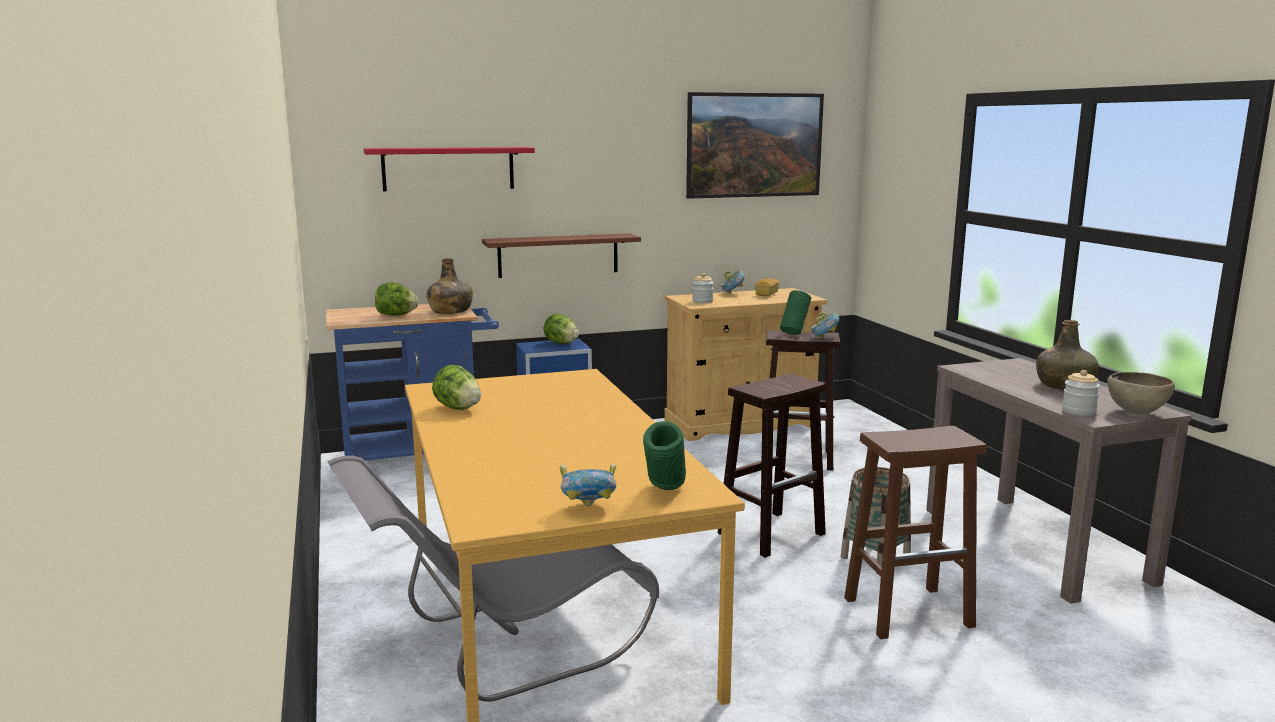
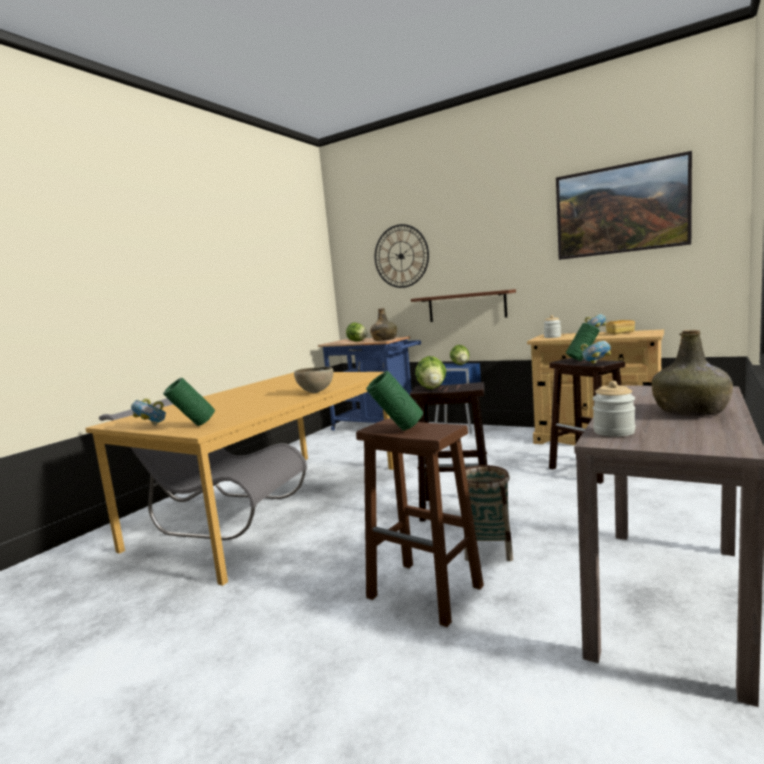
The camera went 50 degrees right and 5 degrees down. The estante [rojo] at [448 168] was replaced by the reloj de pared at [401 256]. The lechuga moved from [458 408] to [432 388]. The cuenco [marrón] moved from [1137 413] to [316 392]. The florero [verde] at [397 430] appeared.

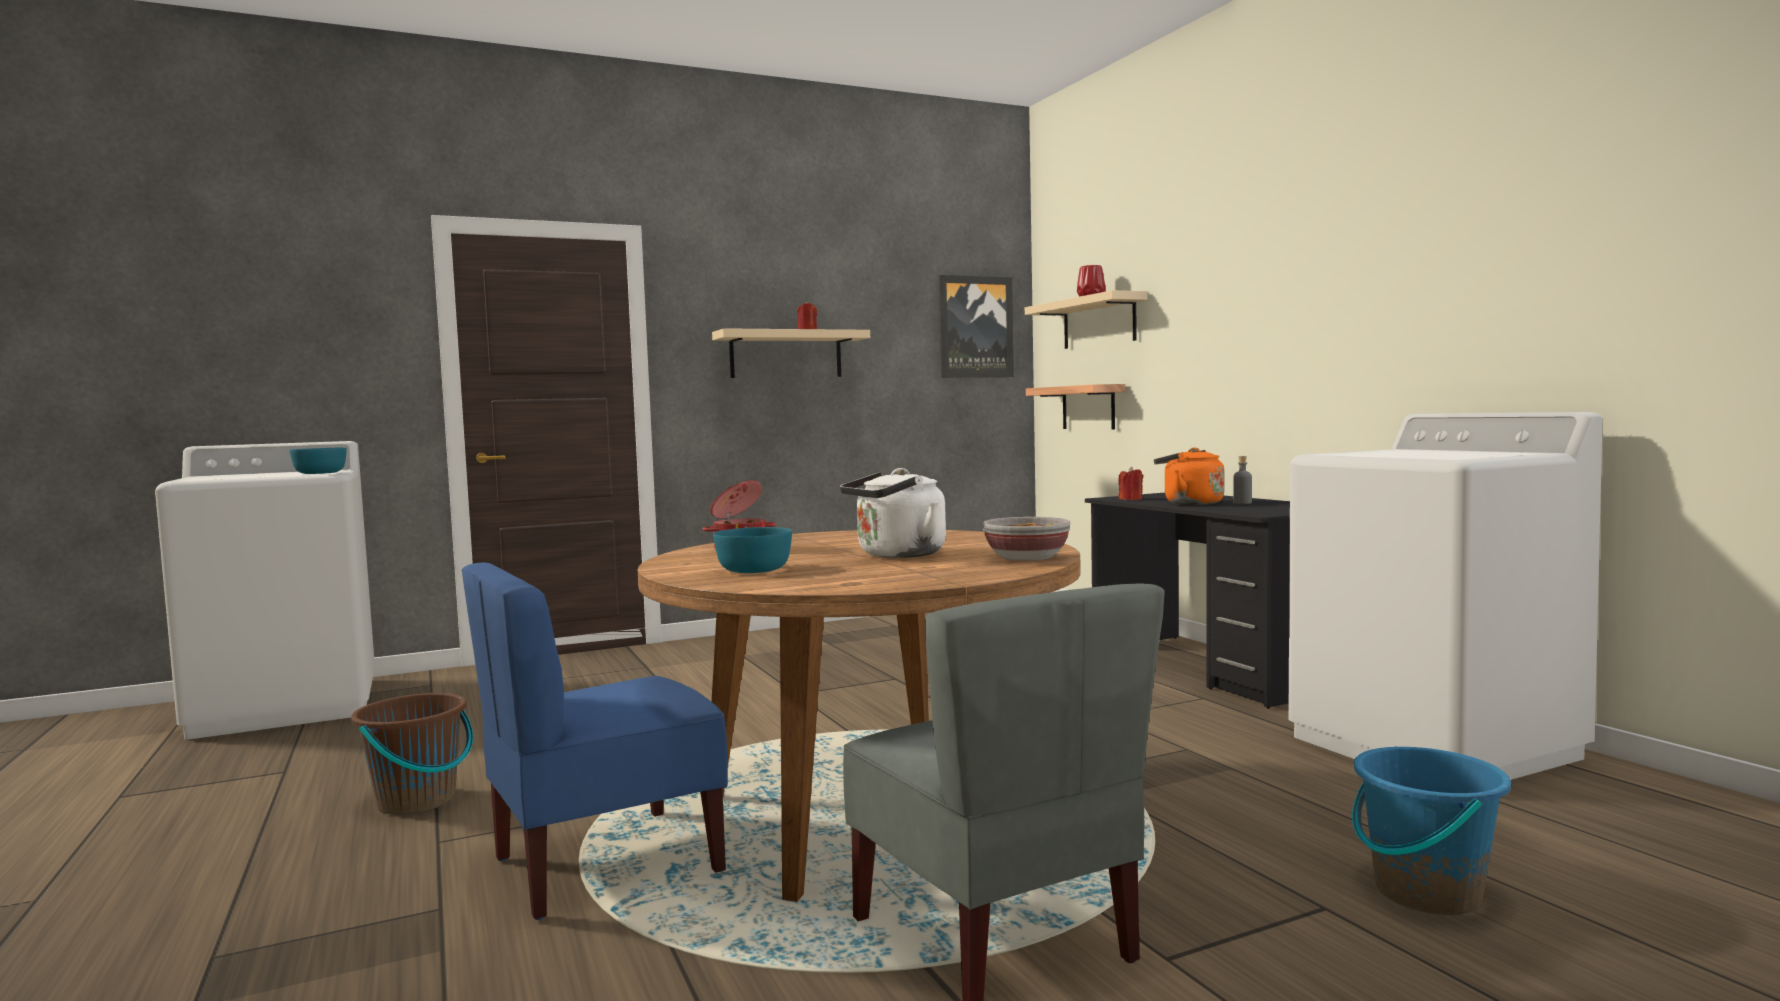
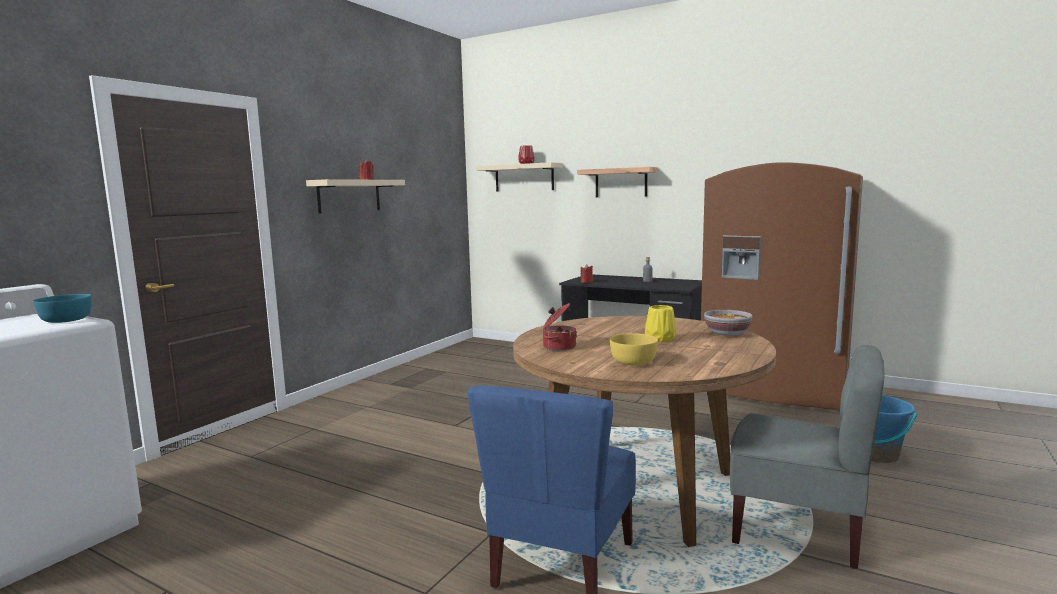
The camera went 35 degrees left and 5 degrees up. The cubo [marrón] at [417 801] disappeared. The cuenco [turquesa] at [755 570] became the cuenco [amarillo] at [634 361]. The hervidor [blanco] at [897 555] was replaced by the florero [amarillo] at [659 339]. The cuadro at [975 327] disappeared. The estante moved from [1088 407] to [621 182]. The hervidor [naranja] at [1189 503] disappeared. The lavadora [blanco] at [1434 747] was replaced by the nevera [marrón] at [773 389].

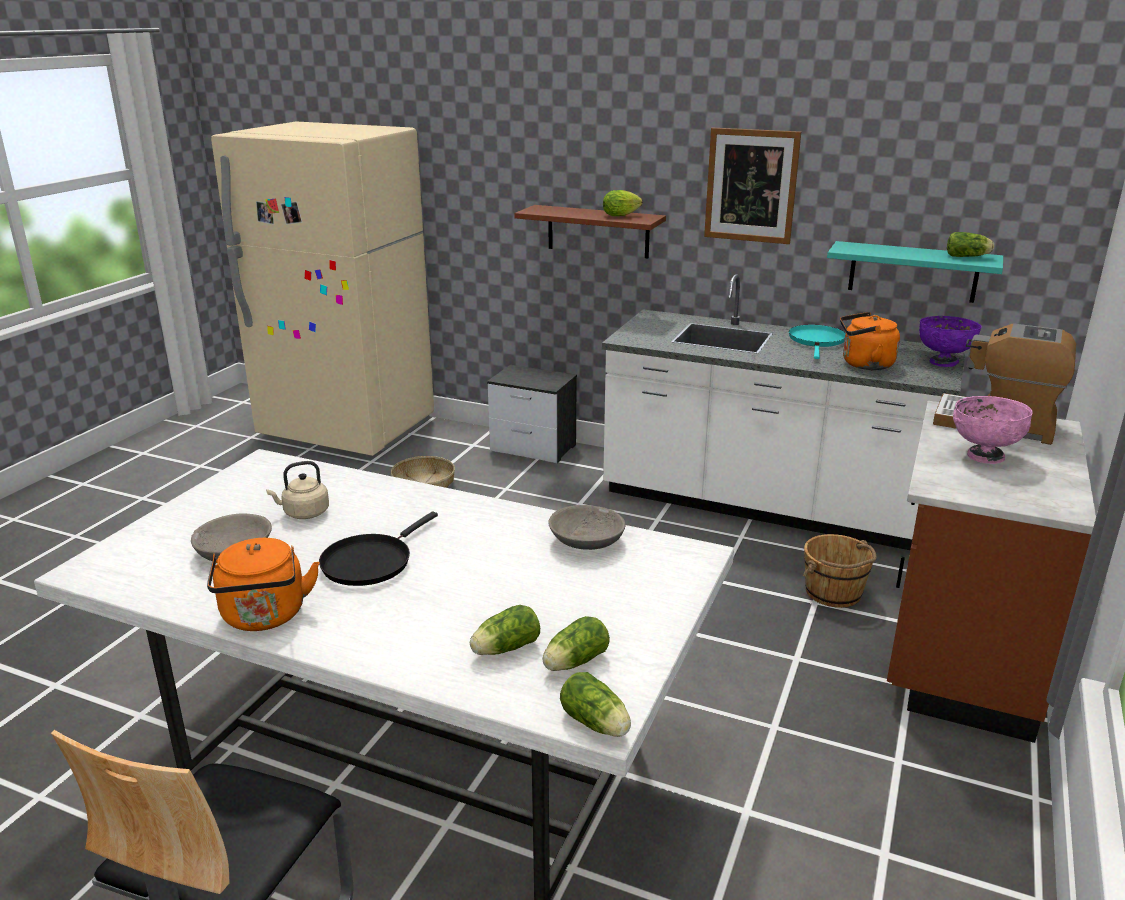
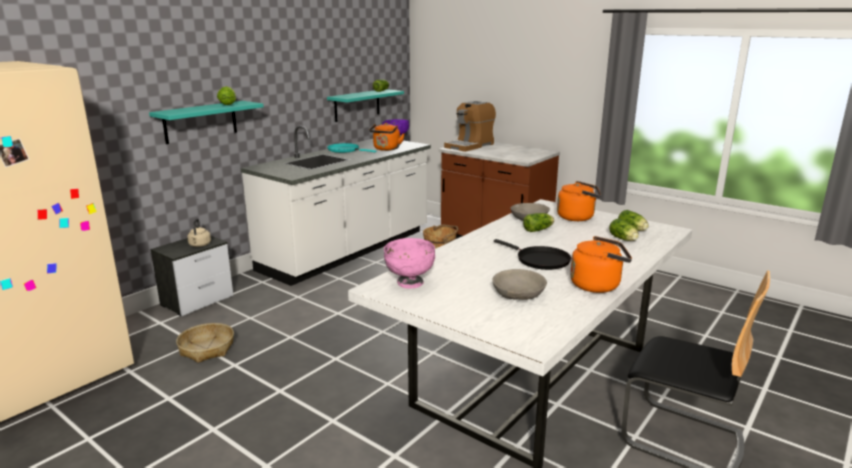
The camera went 75 degrees left and 5 degrees down. The hervidor [beis] moved from [304 513] to [199 245]. The estante [marrón] at [598 231] became the estante [turquesa] at [200 122]. The lechuga moved from [597 724] to [539 230]. The cuadro at [751 185] disappeared. The cuenco [rosa] moved from [984 456] to [409 283]. The hervidor [naranja] at [577 217] appeared.

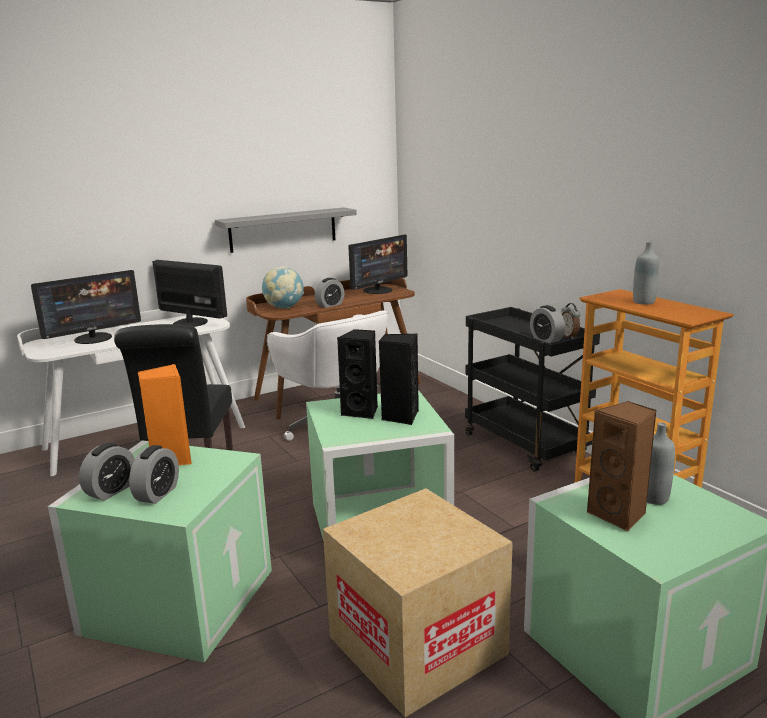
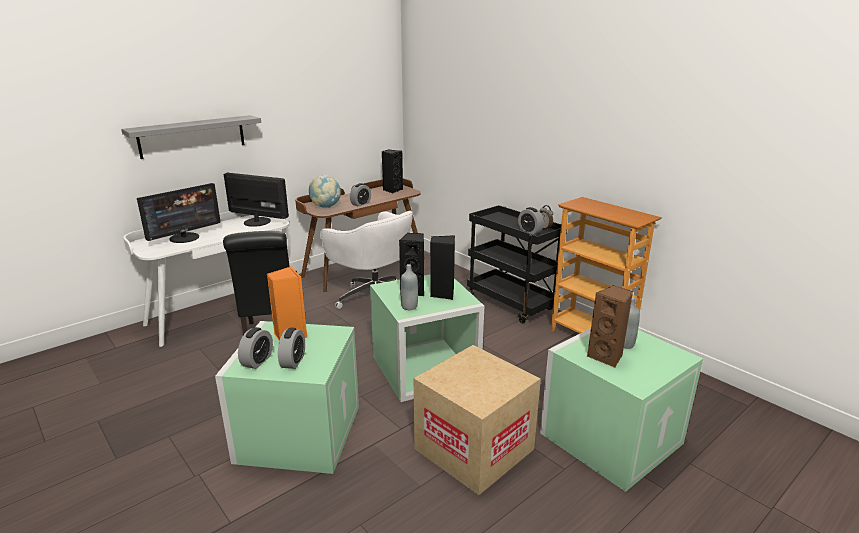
The camera went 10 degrees left and 5 degrees up. The estante [gris] moved from [283 229] to [192 136]. The monitor at [378 290] was replaced by the altavoz [negro] at [392 190]. The botella [gris] moved from [643 302] to [409 307].

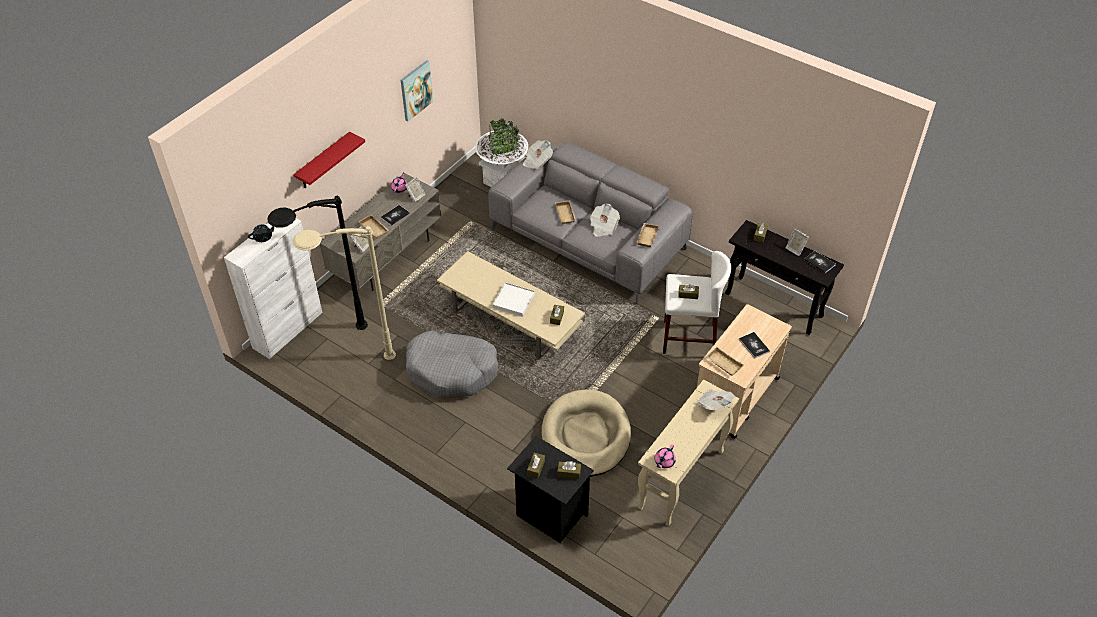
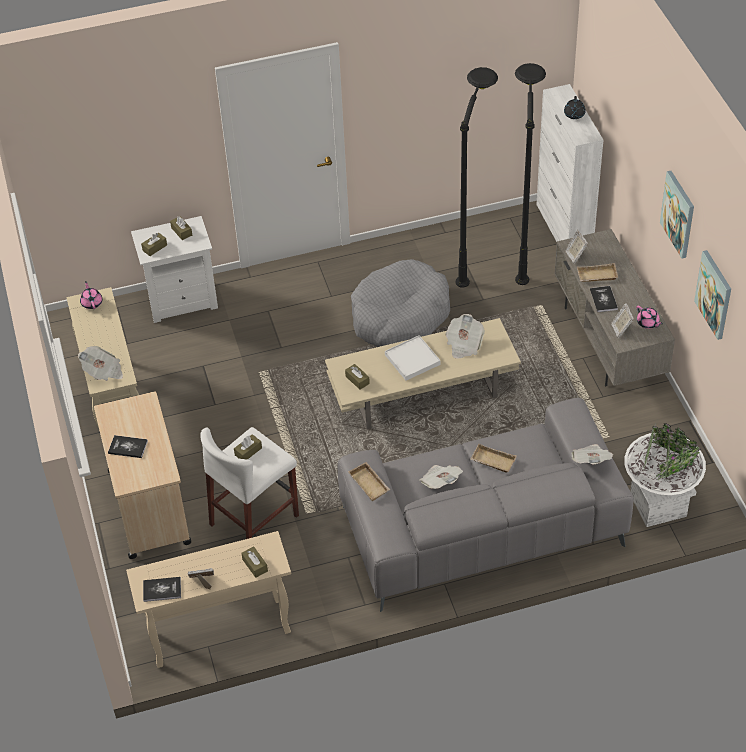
The camera went 130 degrees right and 0 degrees up. The lámpara de pie [beis] at [352 366] became the lámpara de pie [negro] at [474 253]. The estante [rojo] at [323 161] disappeared. The mesita de noche [negro] at [549 514] became the mesita de noche [blanco] at [182 300]. The cama para perro [beis] at [586 436] disappeared. The bandeja [beis] at [723 364] disappeared. The mesa consola [negro] at [774 305] became the mesa consola [beis] at [218 633]. The periódico at [464 344] appeared. The cuadro at [678 214] appeared.

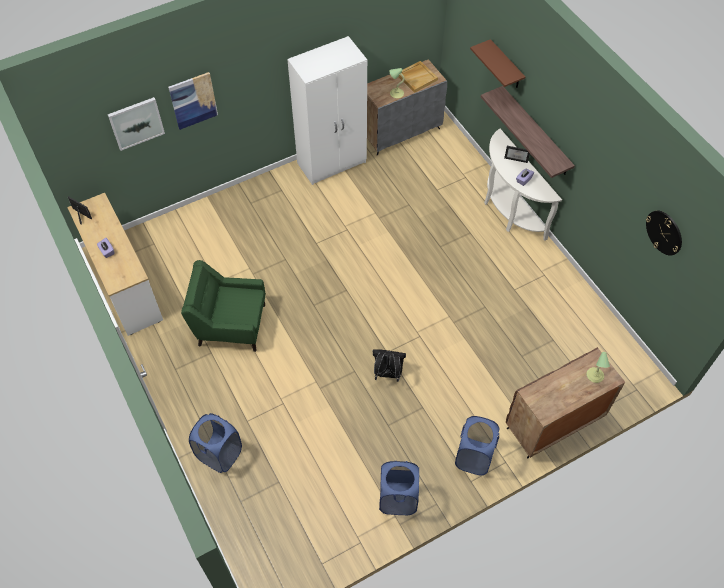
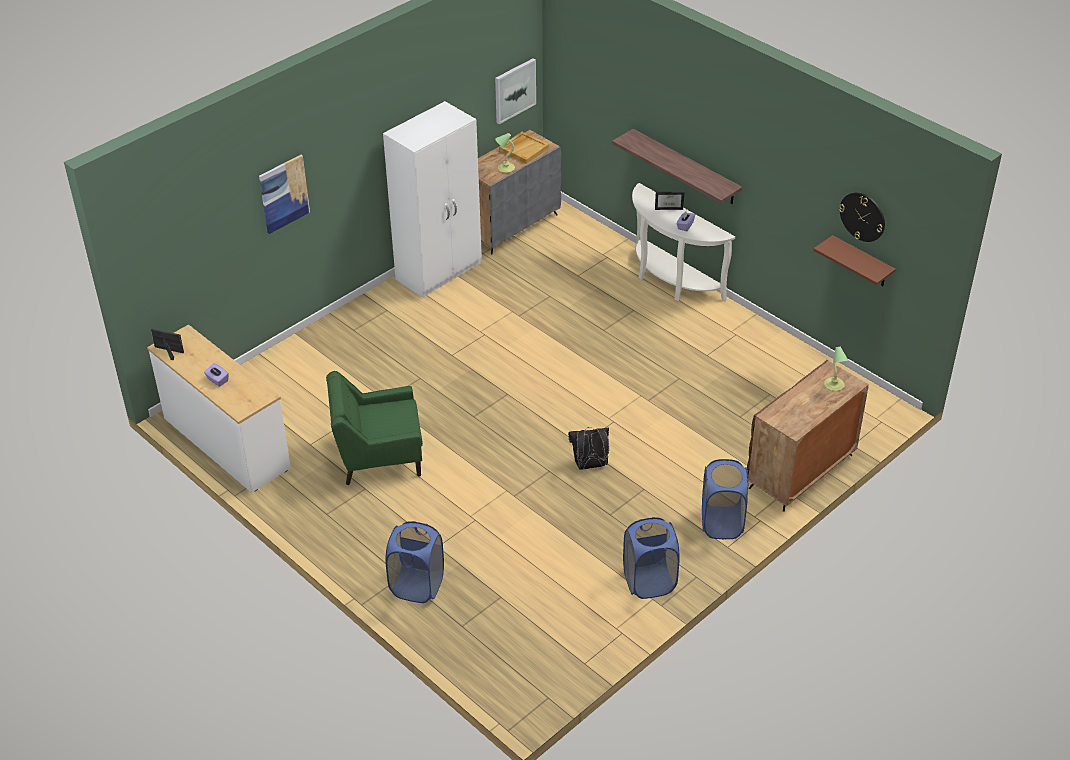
The camera went 15 degrees left and 15 degrees down. The cuadro moved from [136 123] to [514 90]. The estante [marrón] moved from [506 65] to [862 262].

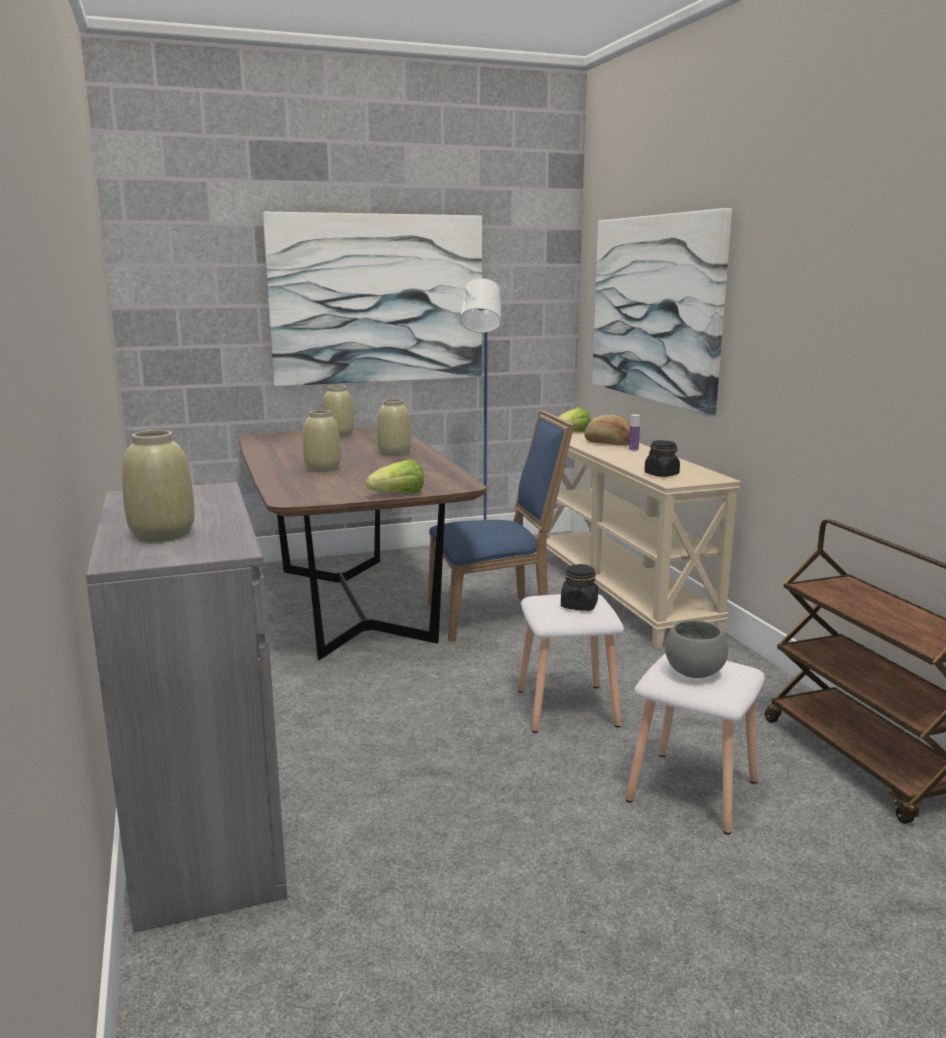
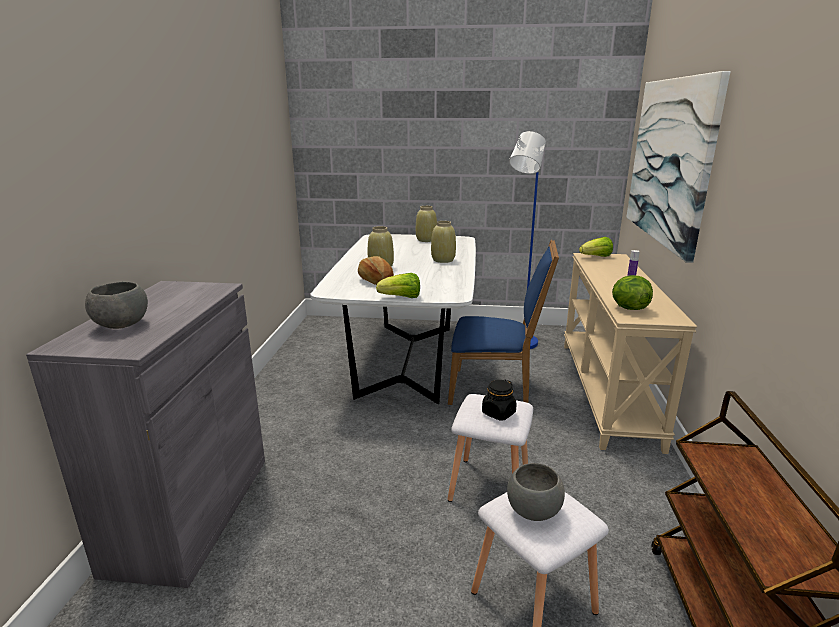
The camera went 25 degrees right and 5 degrees up. The florero [beis] at [163 534] was replaced by the cuenco [gris] at [122 325]. The mesa de comedor [marrón] at [354 604] became the mesa de comedor [blanco] at [408 360]. The cuadro at [378 299] disappeared. The pan moved from [609 443] to [375 281]. The tarro [negro] at [661 474] was replaced by the lechuga at [628 308].

